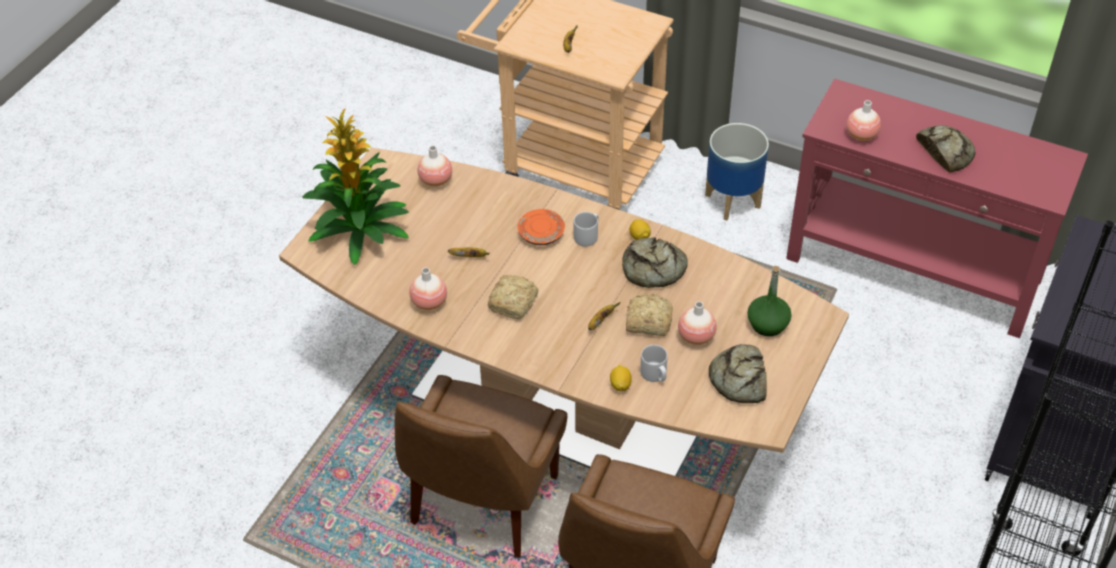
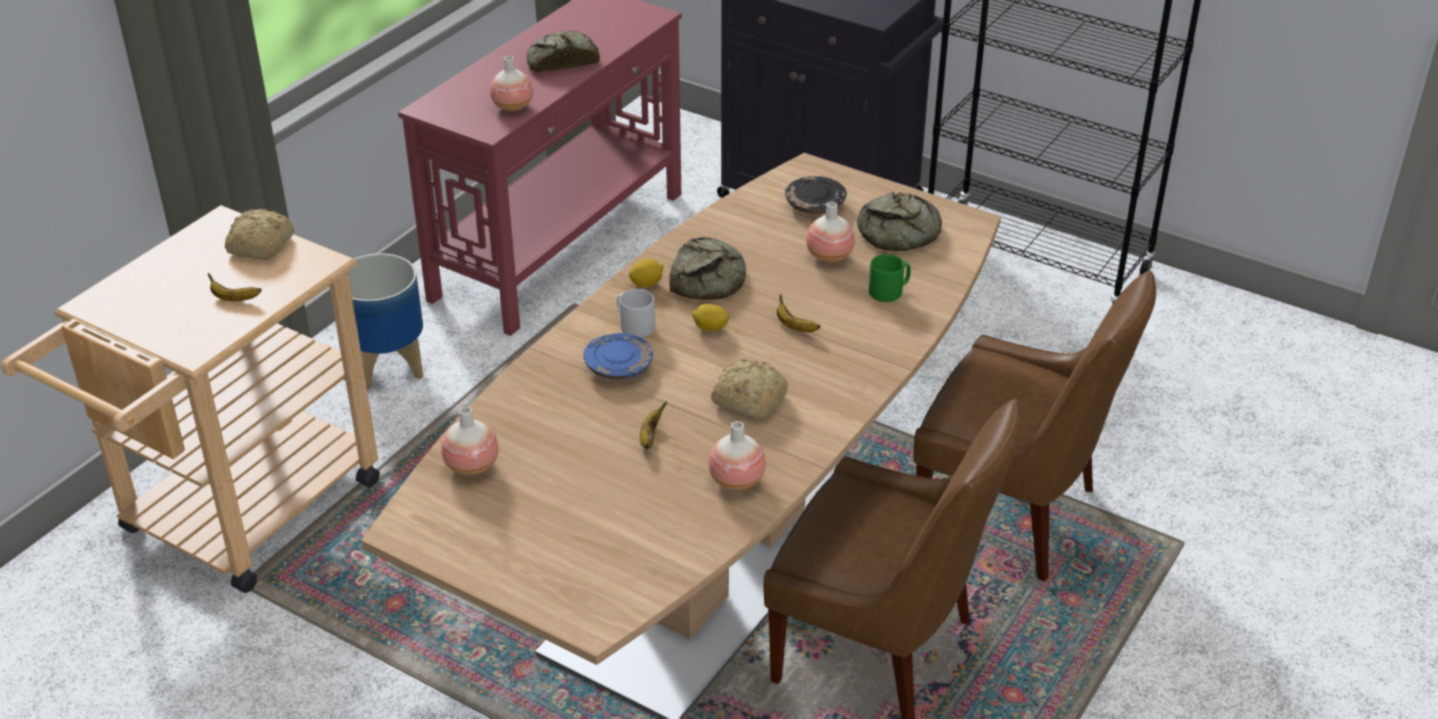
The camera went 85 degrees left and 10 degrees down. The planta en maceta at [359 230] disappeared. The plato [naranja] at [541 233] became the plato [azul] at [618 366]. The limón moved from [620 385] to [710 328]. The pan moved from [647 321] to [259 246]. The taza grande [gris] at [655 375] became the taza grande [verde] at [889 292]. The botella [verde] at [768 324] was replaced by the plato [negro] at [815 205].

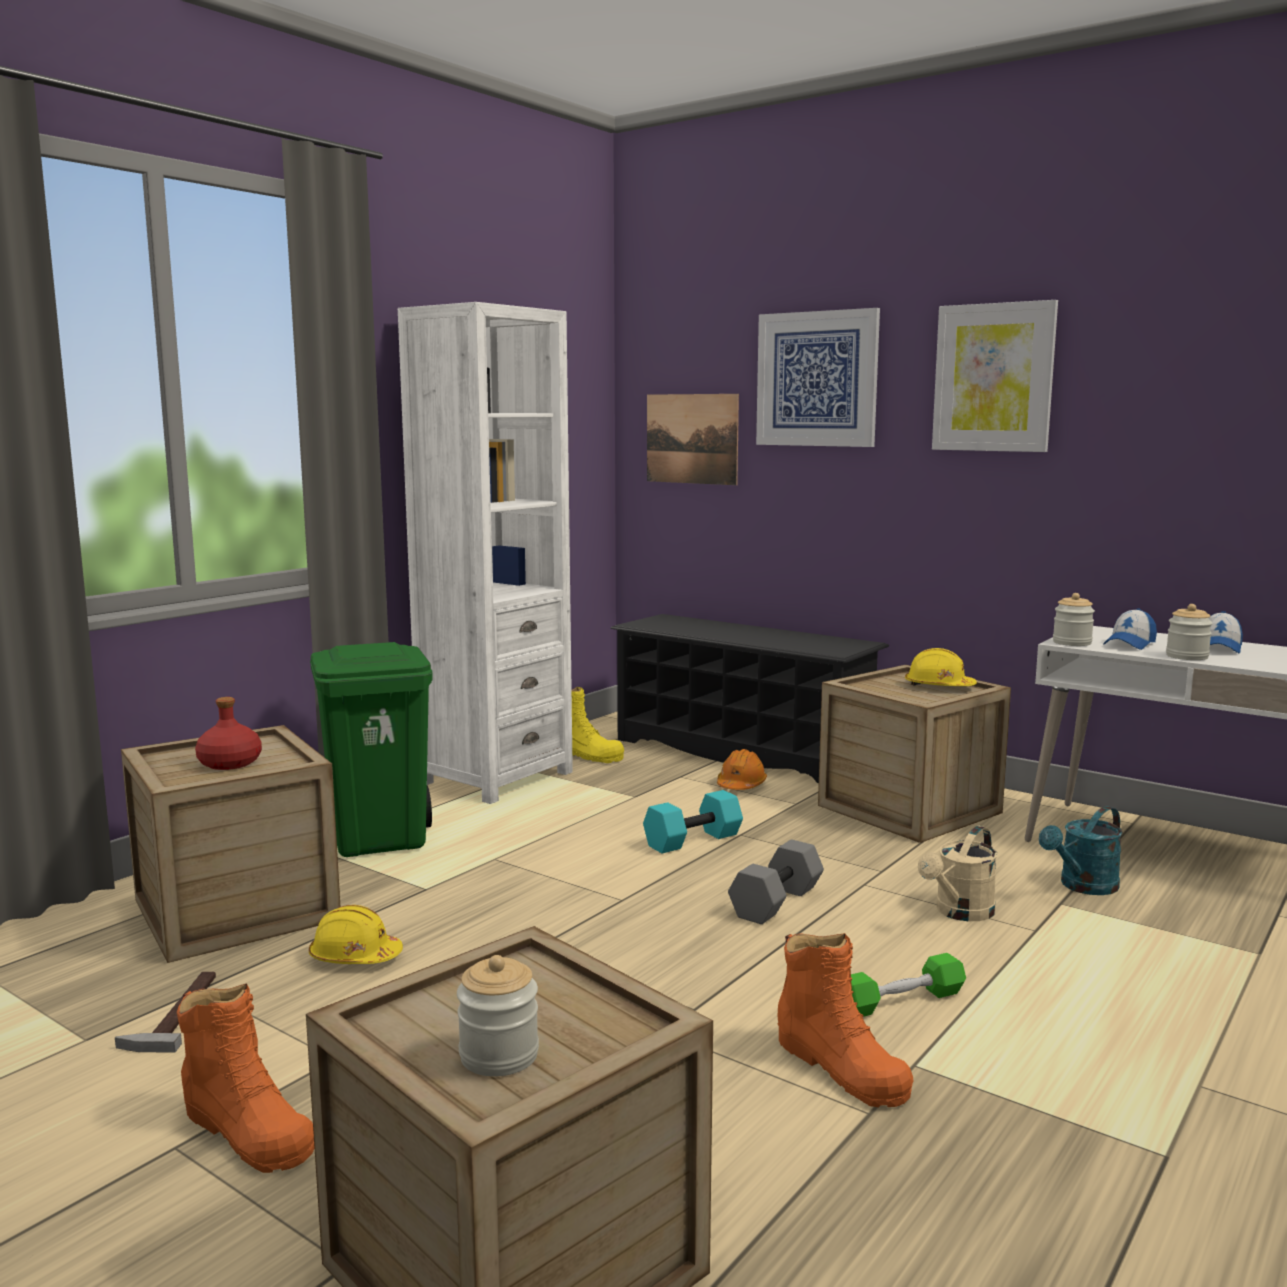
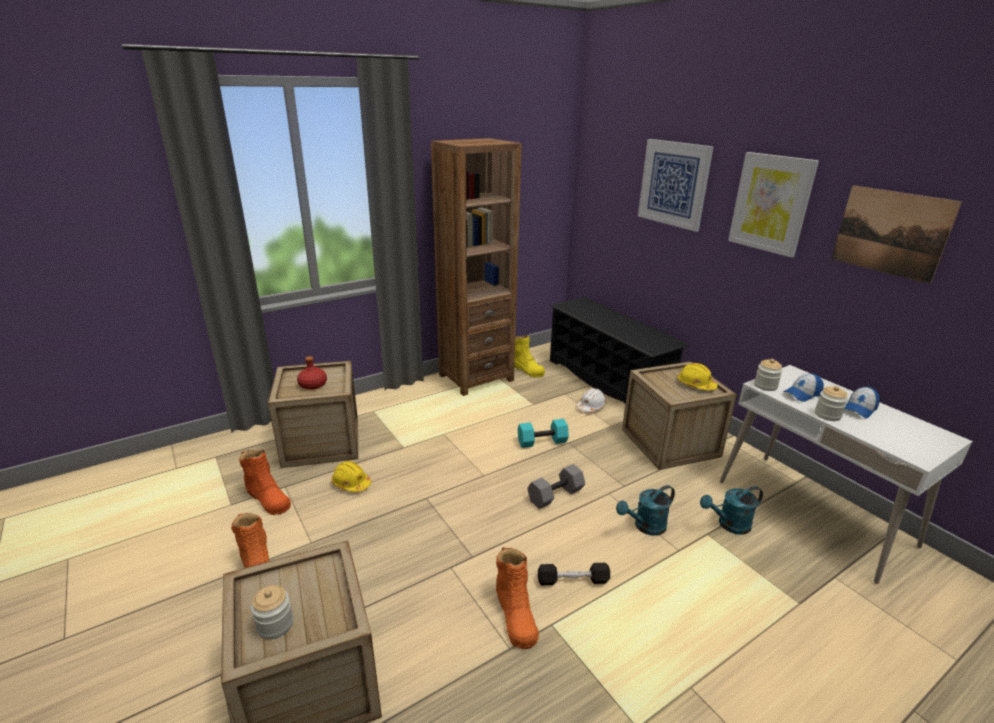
The camera went 20 degrees right and 15 degrees up. The martillo at [175 1013] was replaced by the bota [naranja] at [268 498]. The papelera [verde] at [380 840] disappeared. The estantería [blanco] at [495 777] became the estantería [marrón] at [476 377]. The cuadro moved from [691 438] to [890 232]. The casco [naranja] at [741 785] became the casco [blanco] at [591 406]. The mancuerna [verde] at [900 1001] became the mancuerna [negro] at [572 580]. The regadera [beis] at [959 913] became the regadera [turquesa] at [645 527].

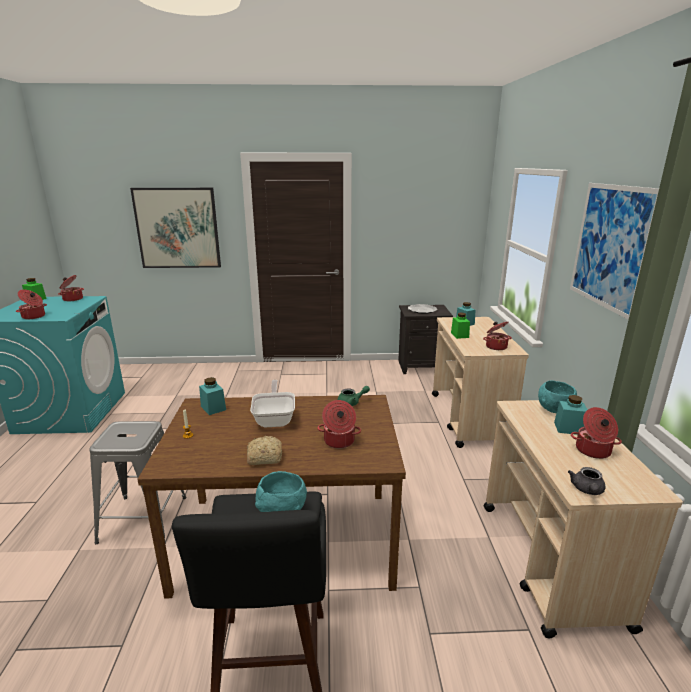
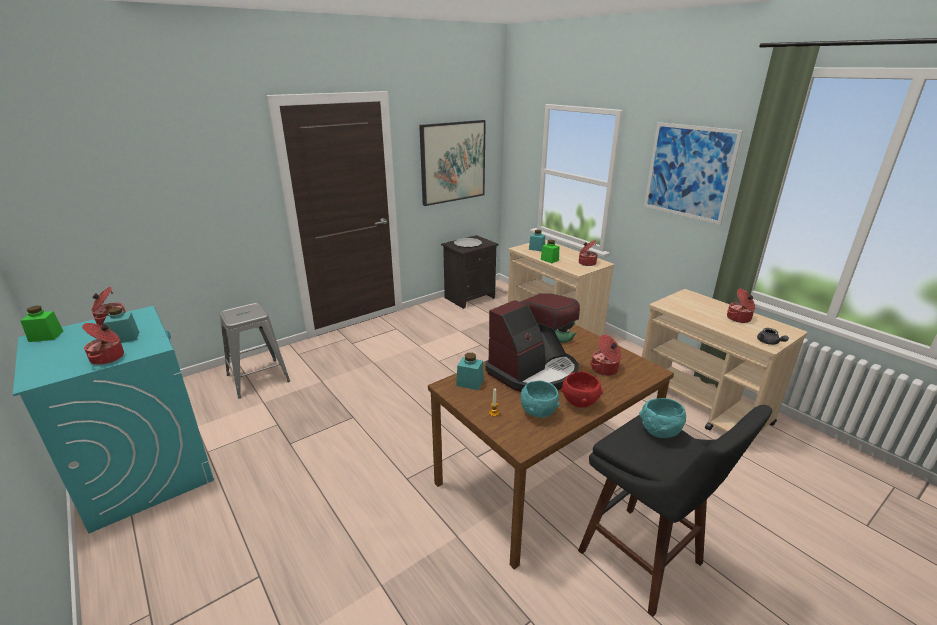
The camera went 35 degrees left and 5 degrees up. The taburete [gris] moved from [143 519] to [258 378]. The cuadro moved from [178 228] to [453 162]. The pan at [263 457] was replaced by the cuenco [rojo] at [579 403]. The sartén at [275 418] was replaced by the cafetera at [534 371]. The cuenco [turquesa] moved from [554 410] to [538 413]. The tarro [turquesa] moved from [569 428] to [125 338].

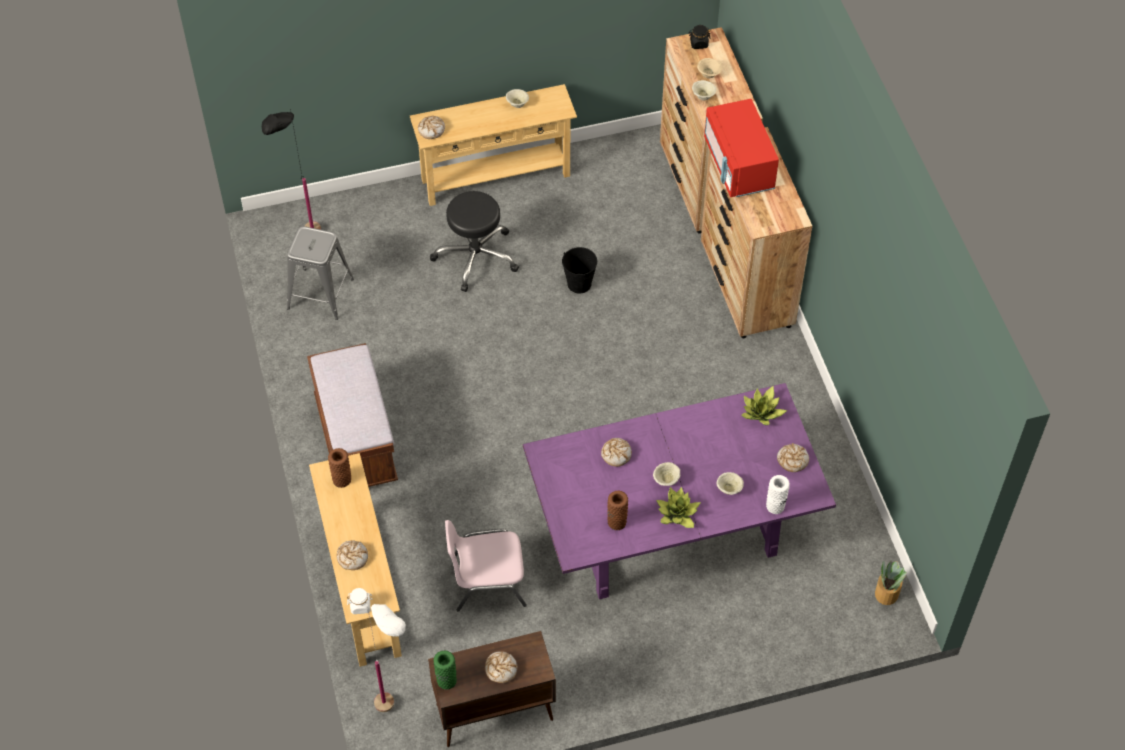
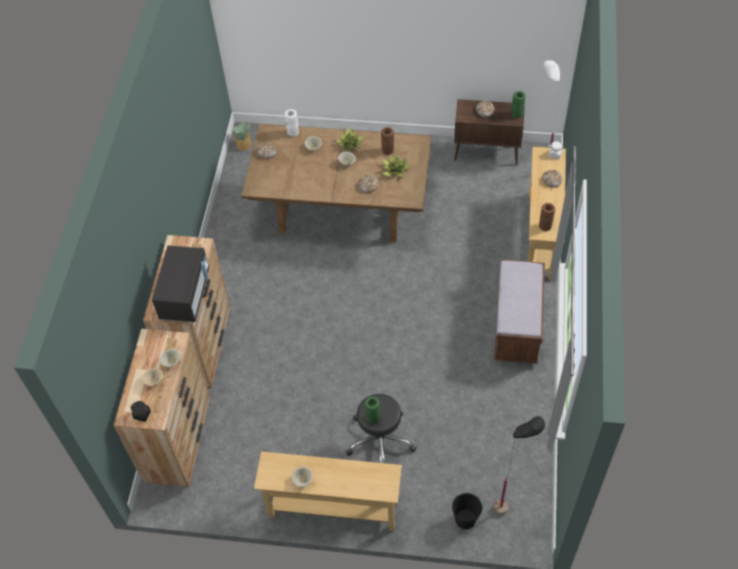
The camera went 155 degrees left and 0 degrees up. The taburete [gris] at [320 294] disappeared. The pan at [431 130] disappeared. The silla [rosa] at [487 580] disappeared. The mesa de comedor [morado] at [673 530] became the mesa de comedor [marrón] at [341 210]. The cubo [negro] moved from [579 283] to [465 519]. The microondas [rojo] at [738 165] became the microondas [negro] at [185 295]. The planta en maceta moved from [762 412] to [395 170]. The florero [verde] at [373 418] appeared.

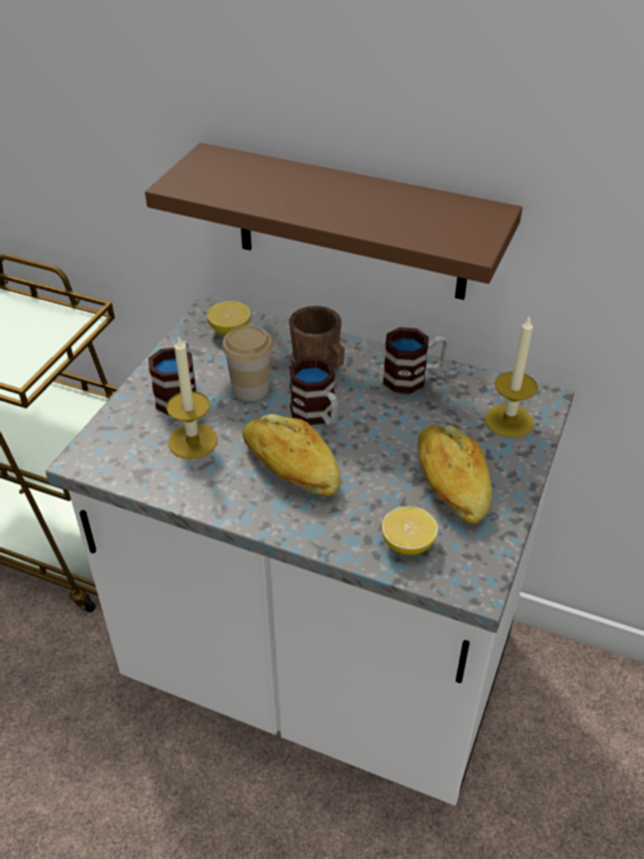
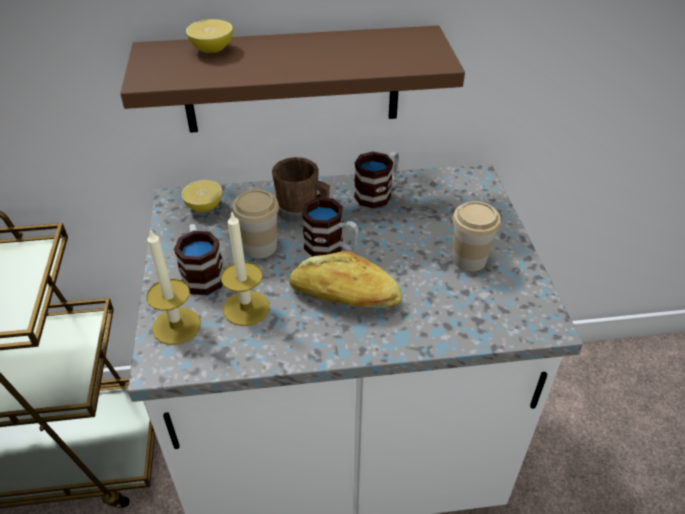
The camera went 30 degrees left and 0 degrees up. The limón moved from [408 544] to [212 50]. The pan at [450 484] was replaced by the taza at [469 259]. The vela moved from [509 421] to [176 326].

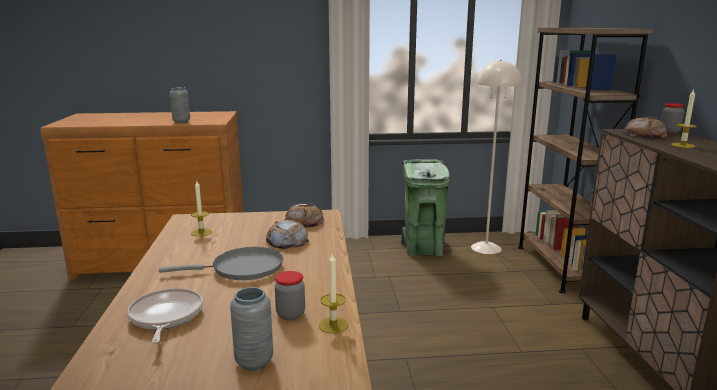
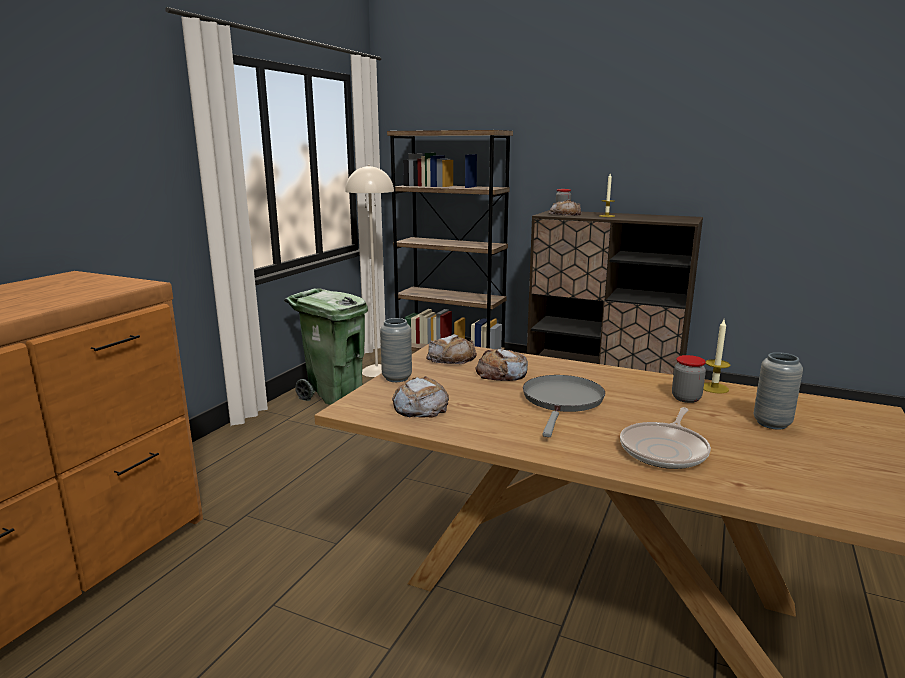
The camera went 60 degrees left and 0 degrees up. The sartén at [165 317] turned 75 degrees counterclockwise. The florero [gris] moved from [181 122] to [397 378]. The vela at [201 232] was replaced by the pan at [420 406].

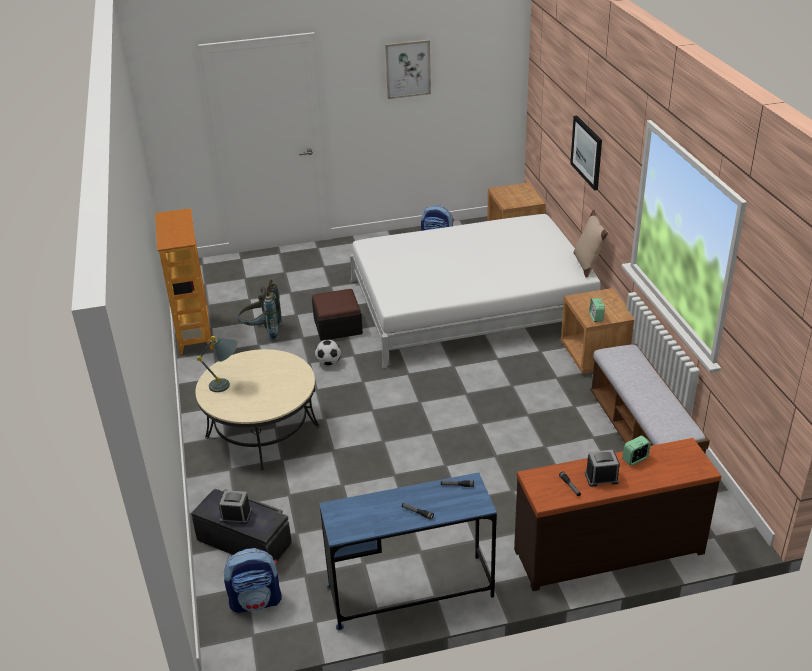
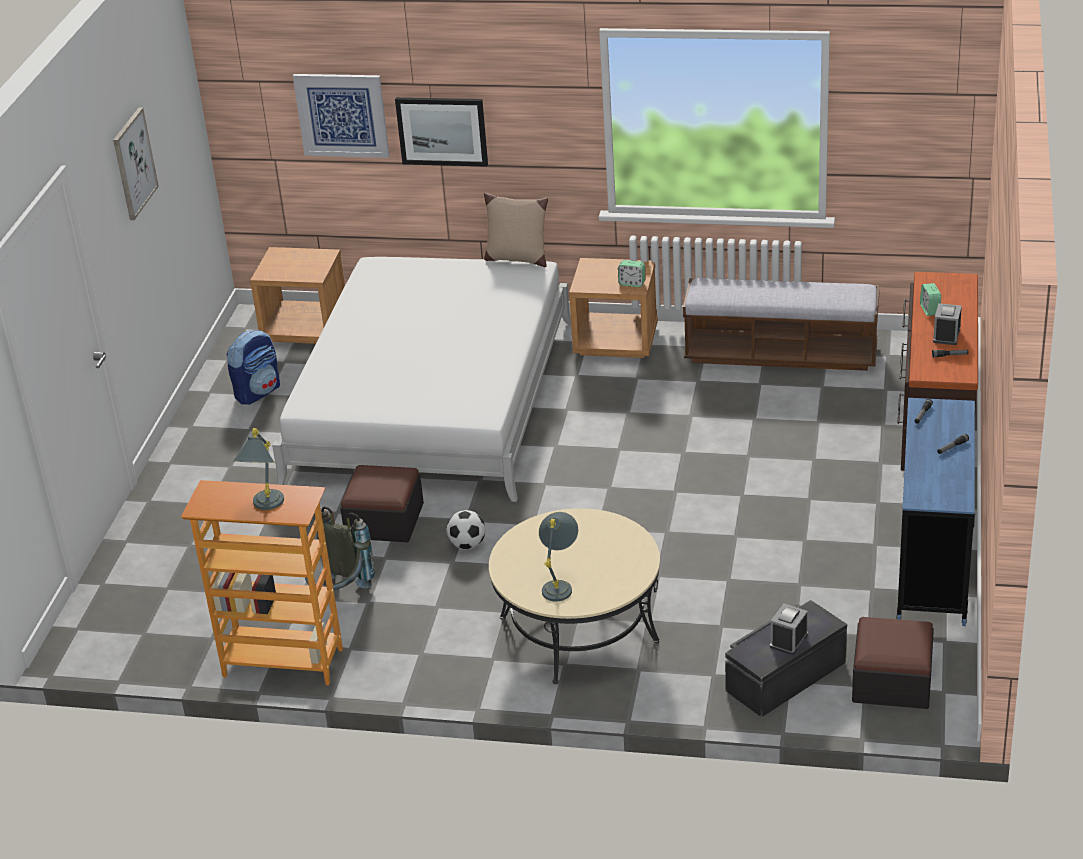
The camera went 65 degrees left and 0 degrees up. The mochila at [256 601] was replaced by the puf at [892 681]. The lámpara de mesa [gris] at [265 508] appeared. The cuadro at [342 115] appeared.

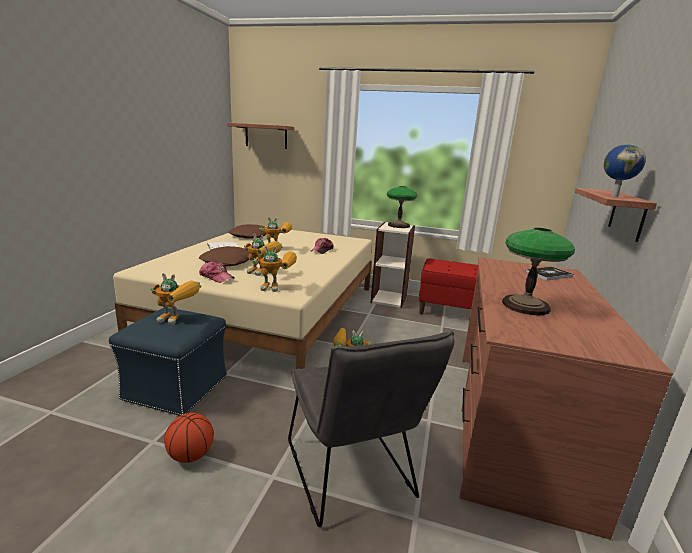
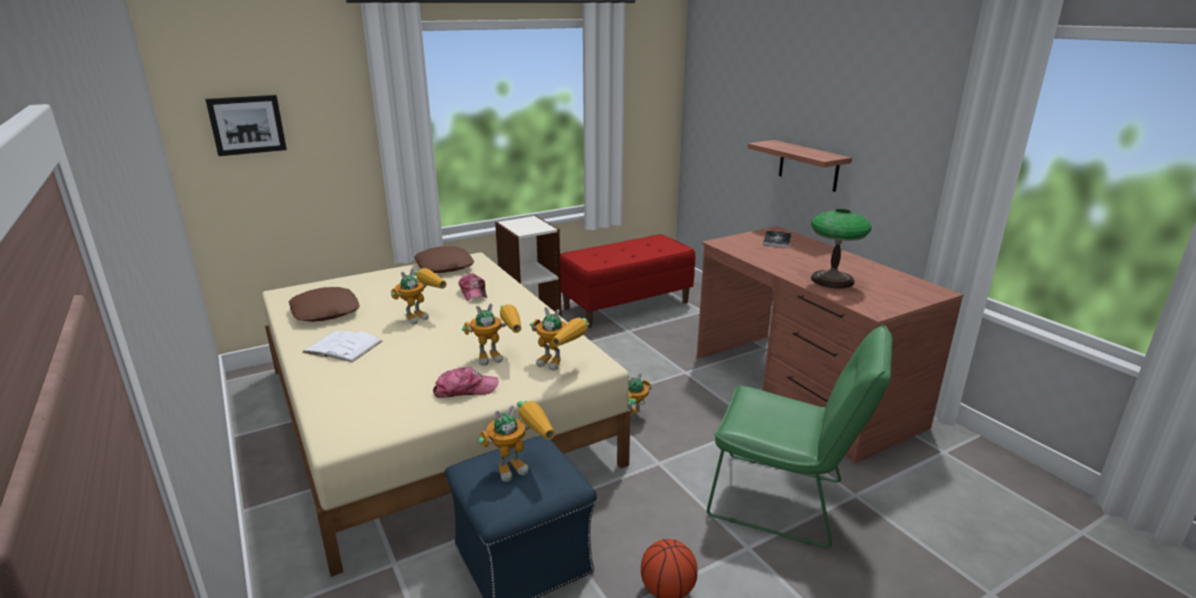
The camera went 45 degrees left and 5 degrees up. The cojín [marrón] moved from [228 262] to [445 266]. The estante at [266 136] was replaced by the cuadro at [247 125]. The robot de juguete at [277 288] turned 75 degrees clockwise. The silla [gris] at [352 476] became the silla [verde] at [786 501]. The lámpara de mesa at [398 225] disappeared. The globo terráqueo at [614 196] disappeared.

